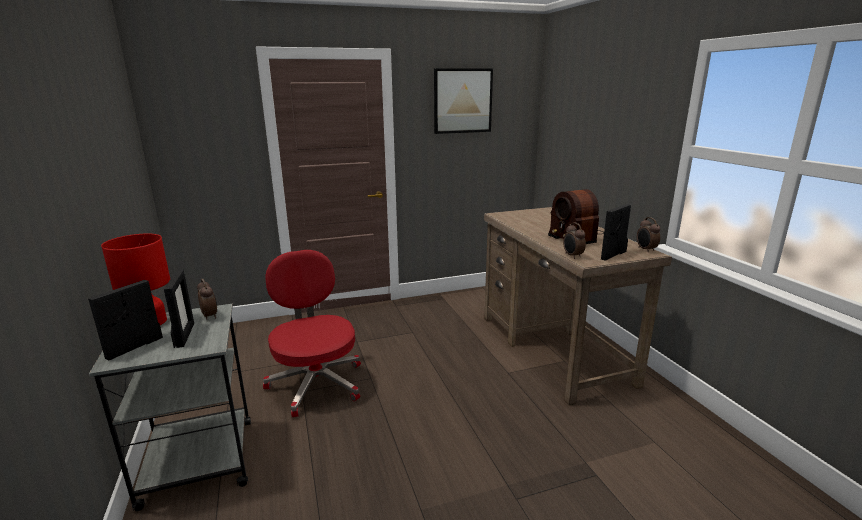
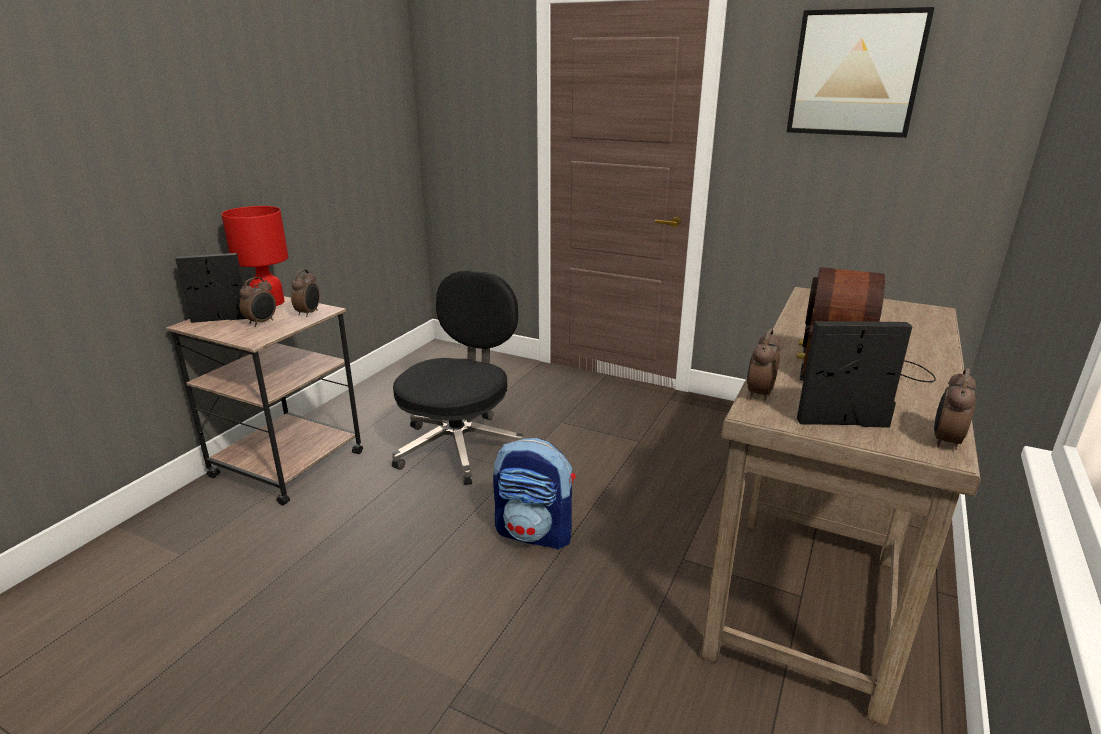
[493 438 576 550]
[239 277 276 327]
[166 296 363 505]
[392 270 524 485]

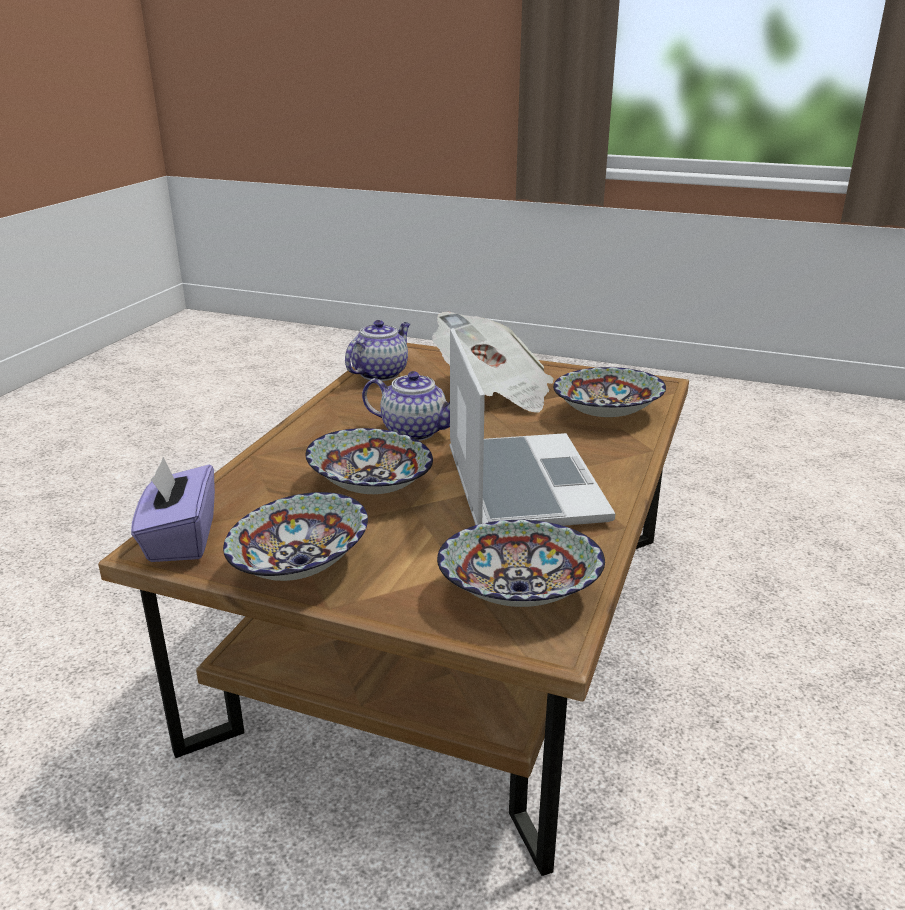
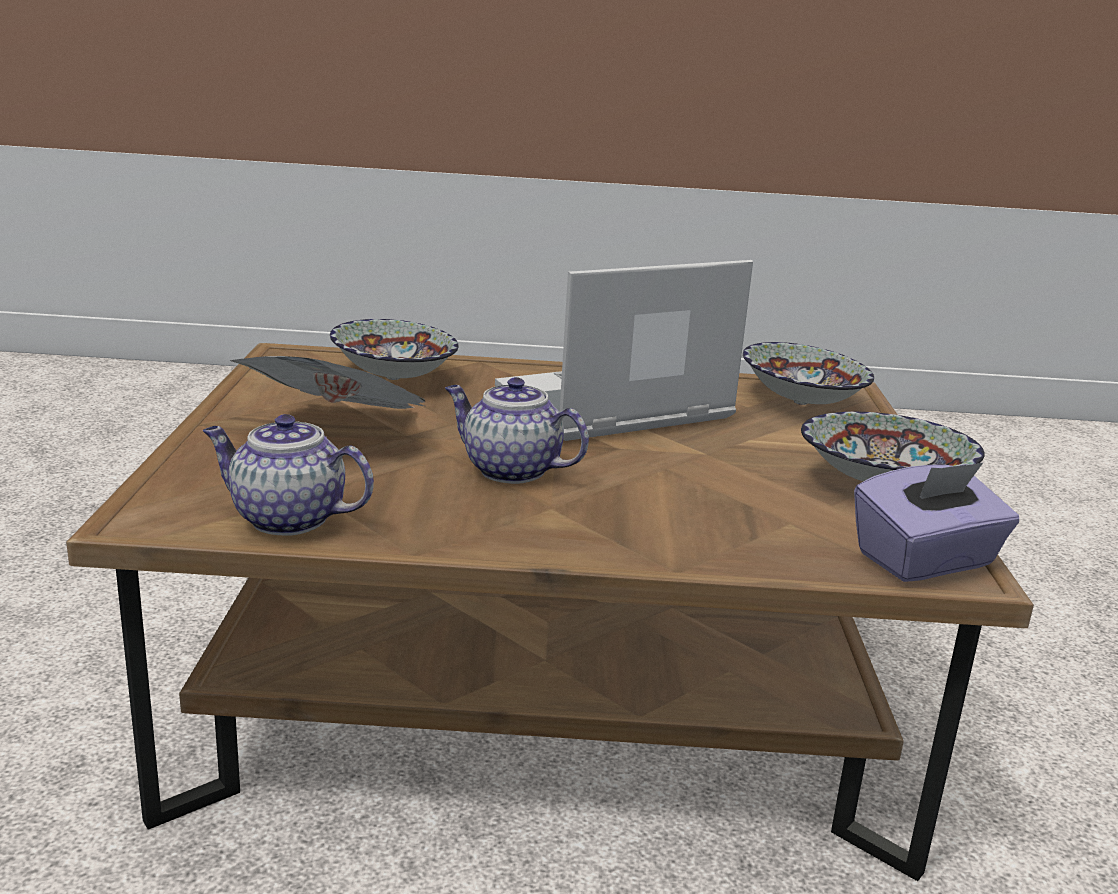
[306 428 433 494] (first image)
[445 377 589 484]

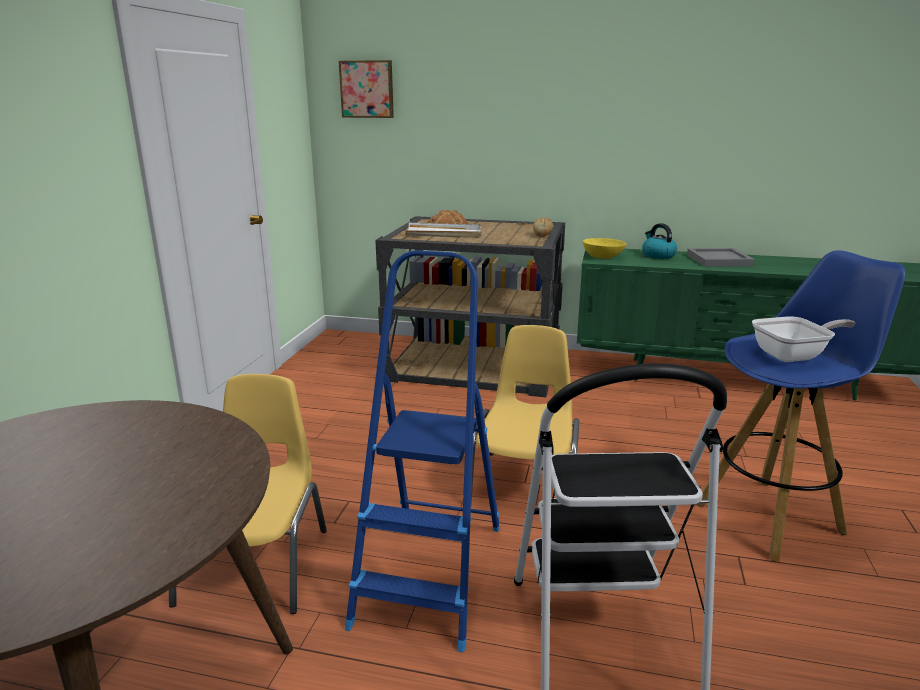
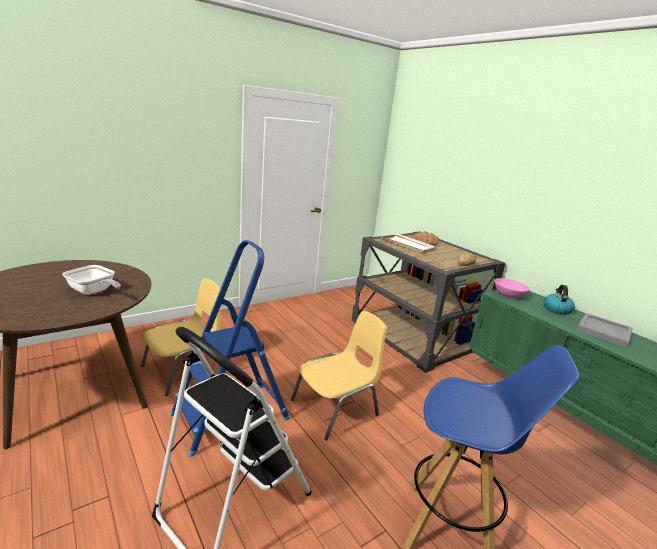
[339 60 394 118] (first image)
[62 265 121 295]
[495 278 530 298]

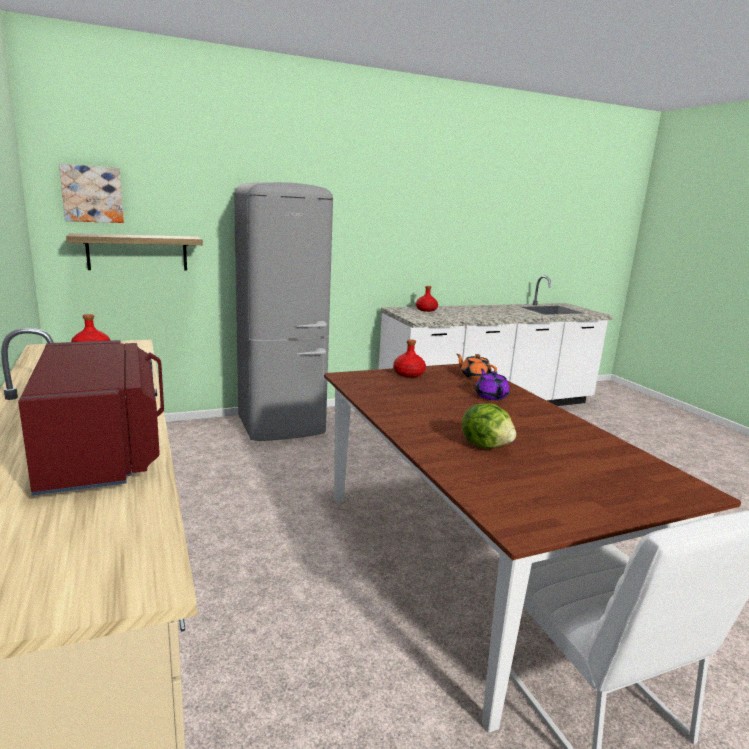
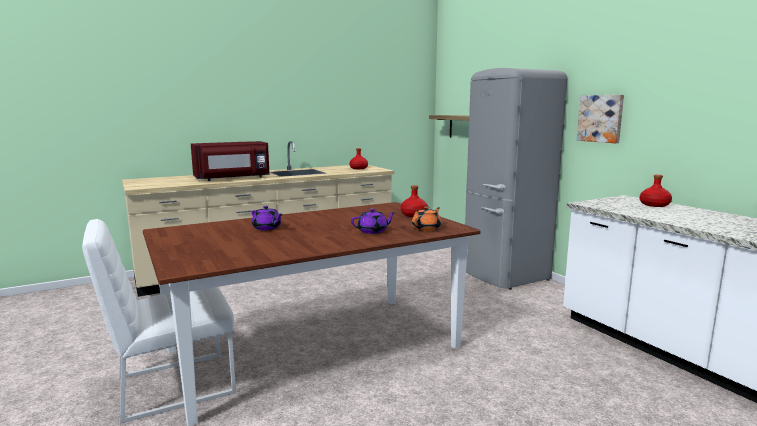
[577 95 624 143]
[252 206 282 230]

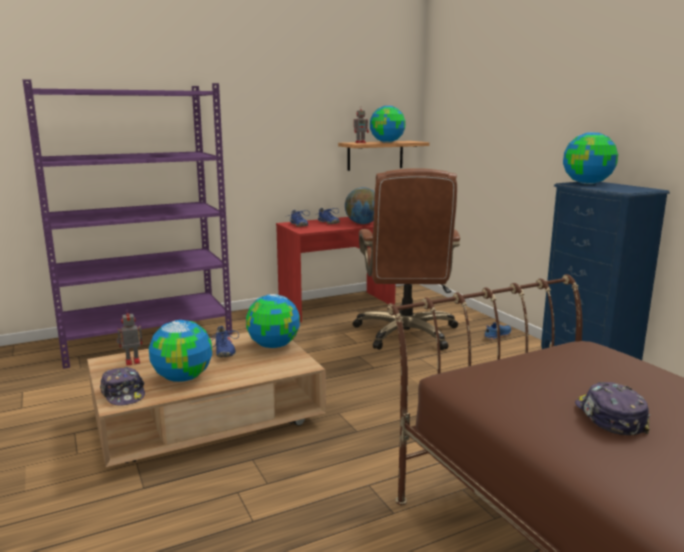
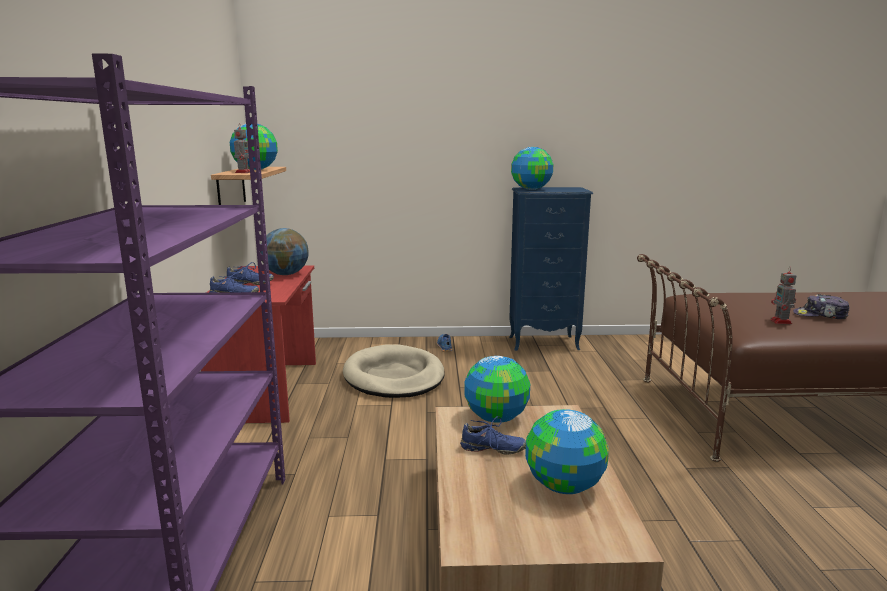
[100 367 145 406] (first image)
[770 267 796 324]
[343 344 444 398]

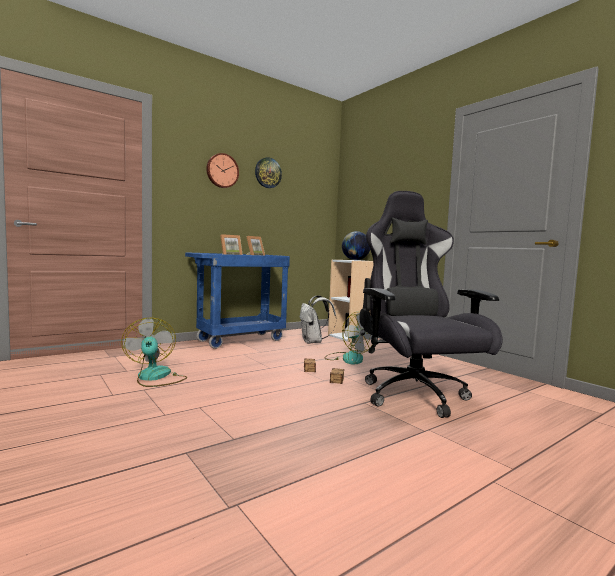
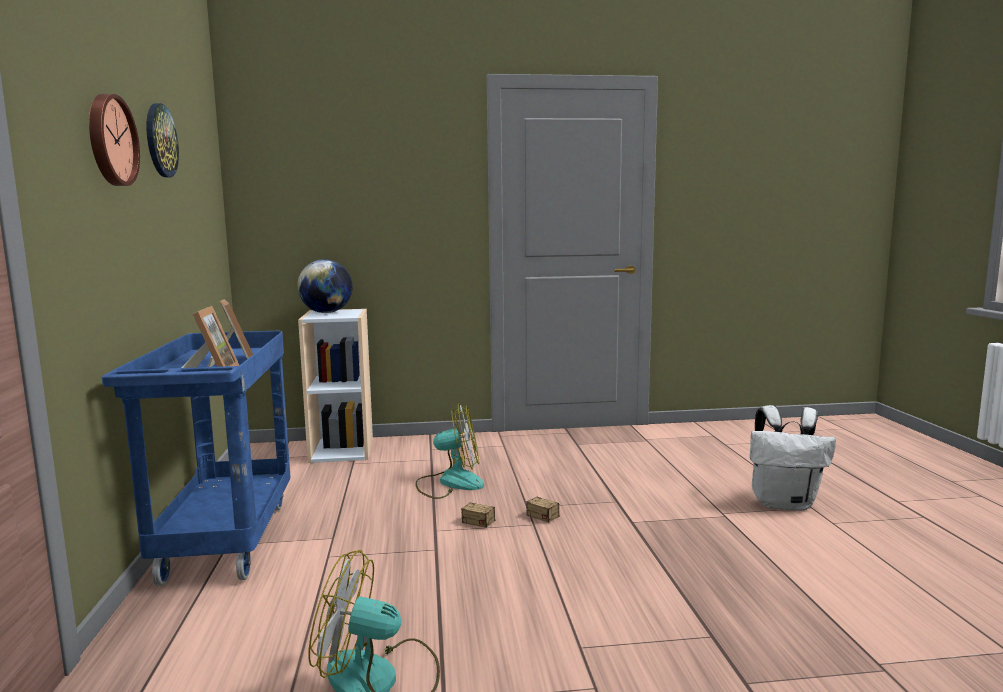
[359 191 503 418] (first image)
[750 405 836 511]

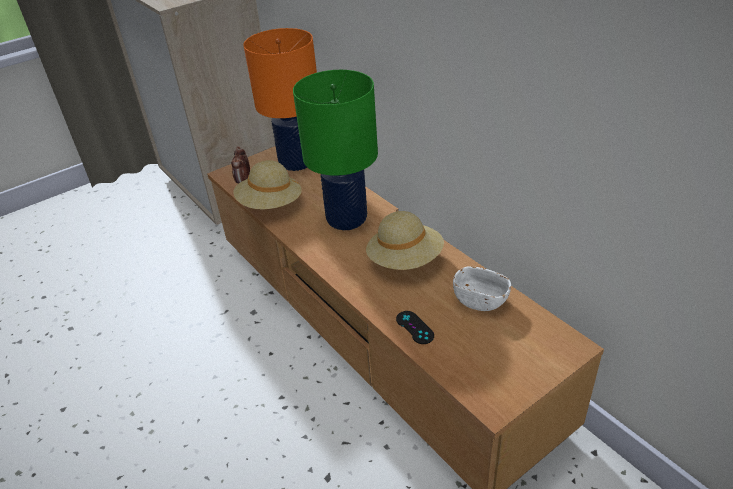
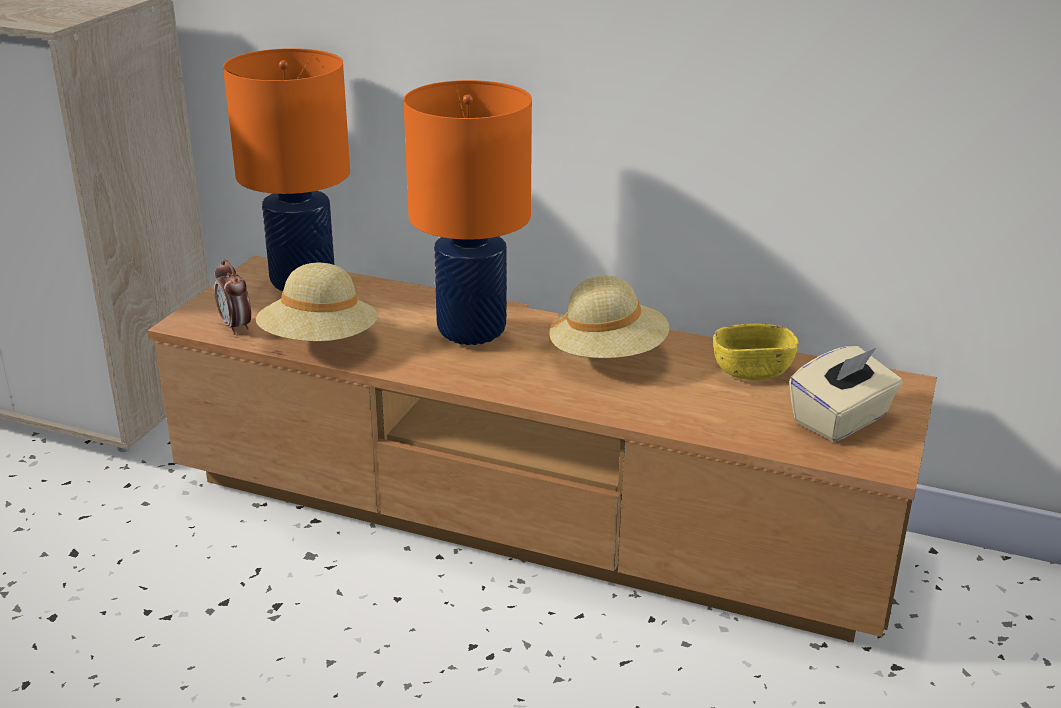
[396 311 434 344] (first image)
[789 346 903 442]
[403 80 532 345]
[713 324 799 380]

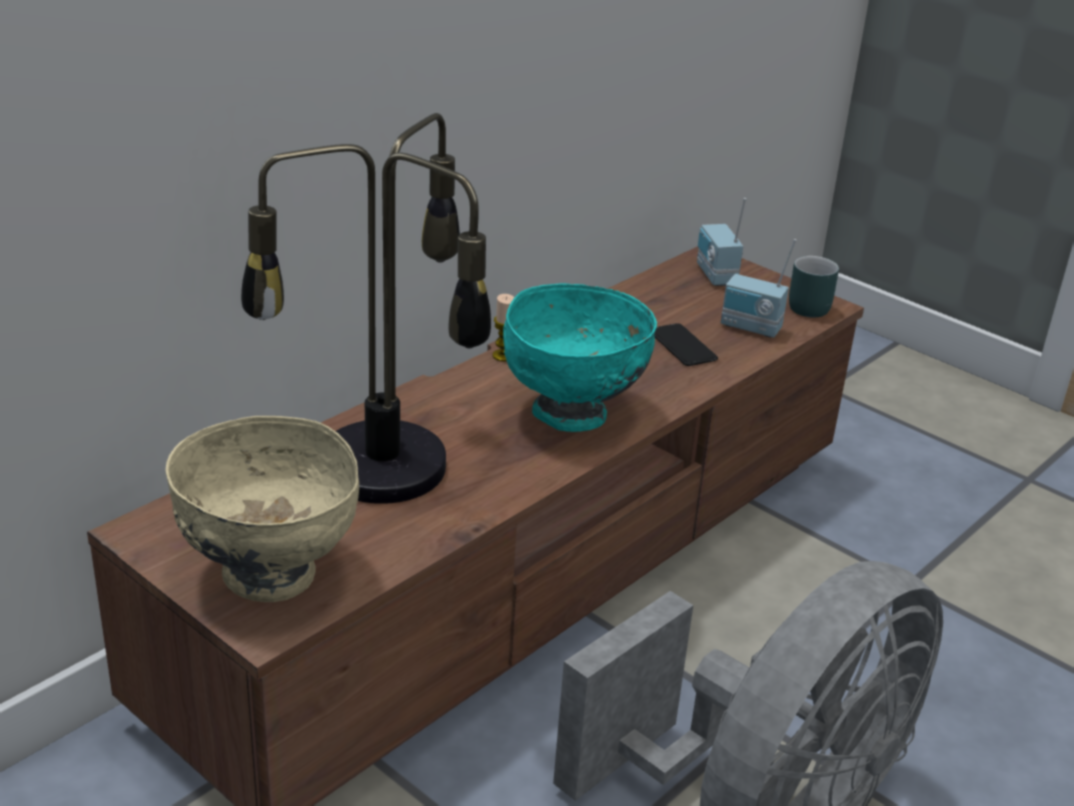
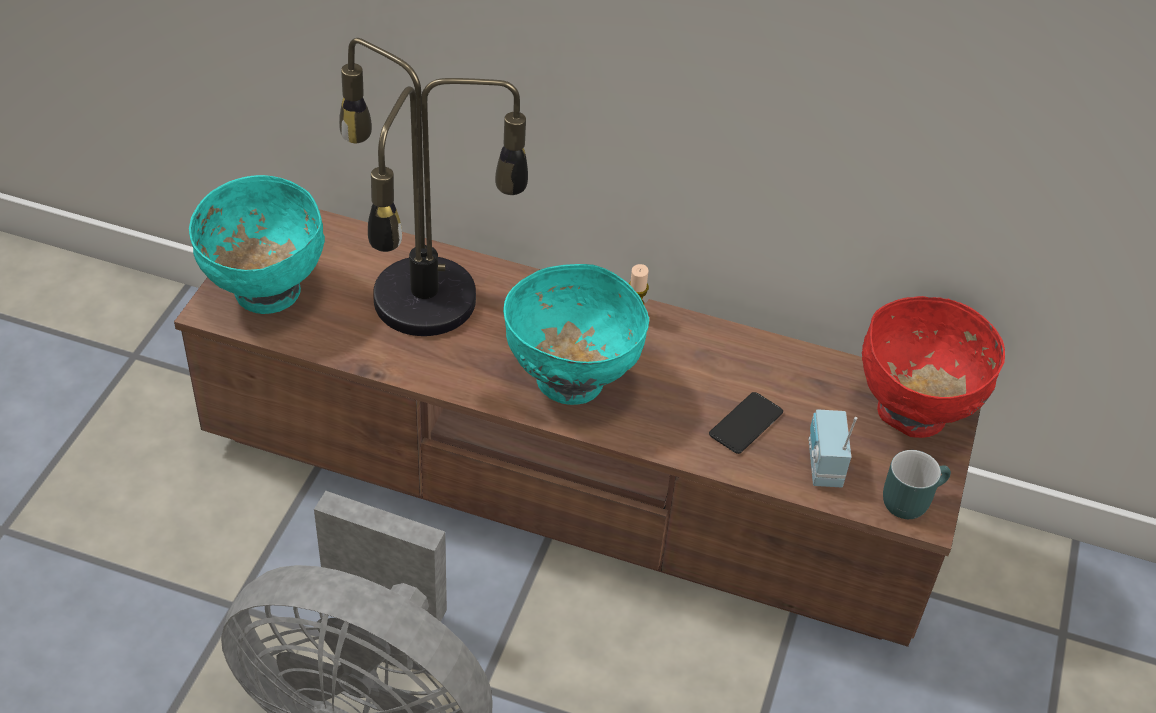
[862 296 1005 438]
[189 175 325 314]

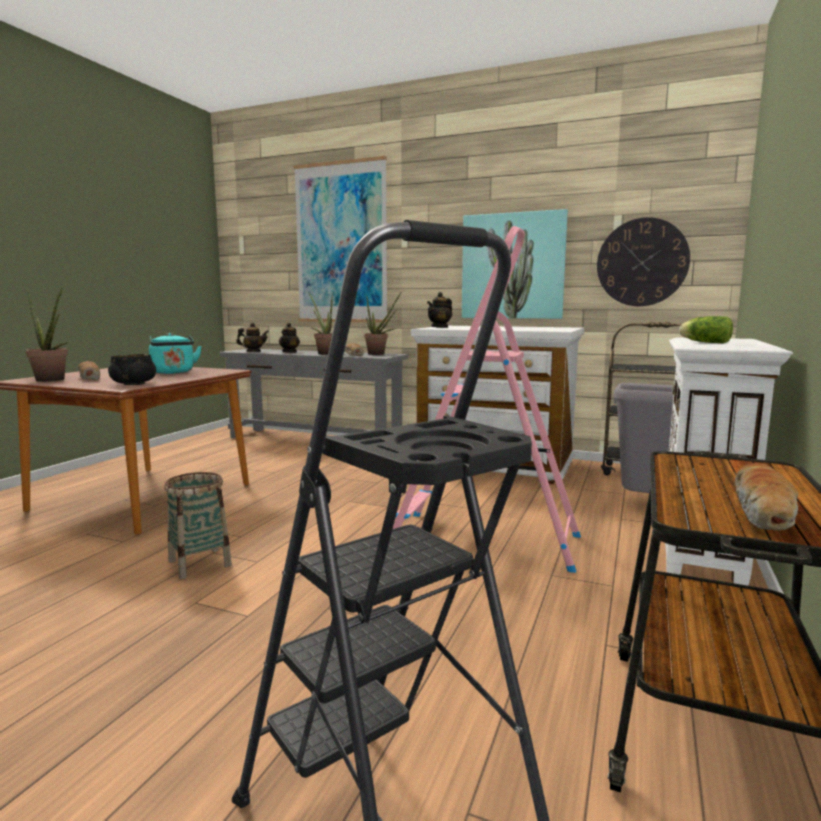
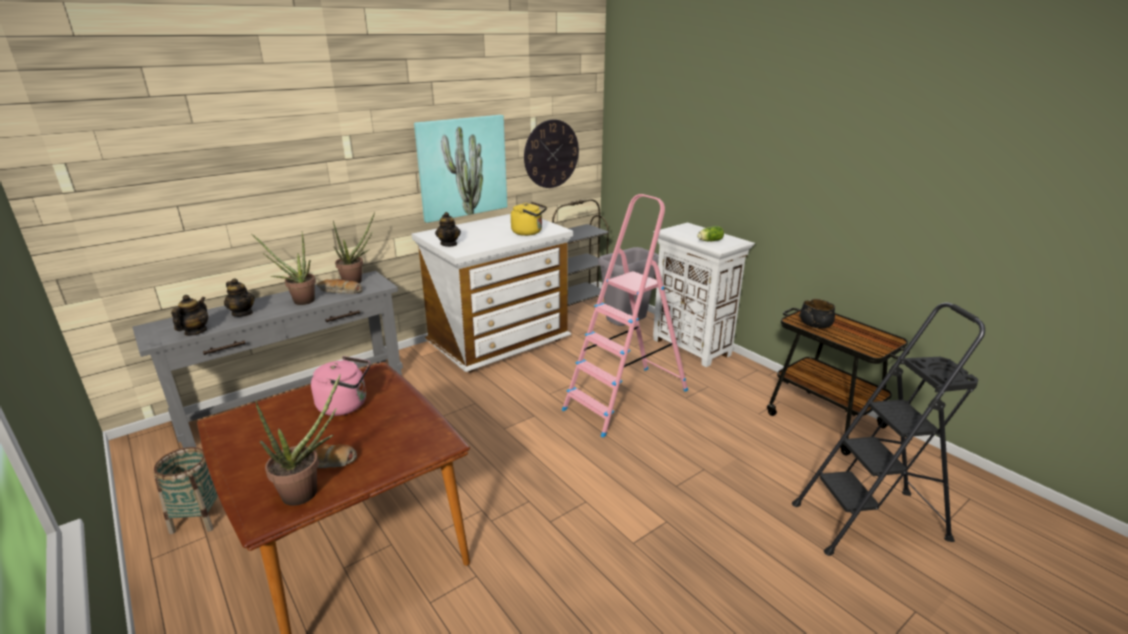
[293 156 388 323] (first image)
[735 463 798 531] (first image)
[511 201 547 236]
[799 299 835 328]
[154 447 218 534]
[311 356 370 416]

